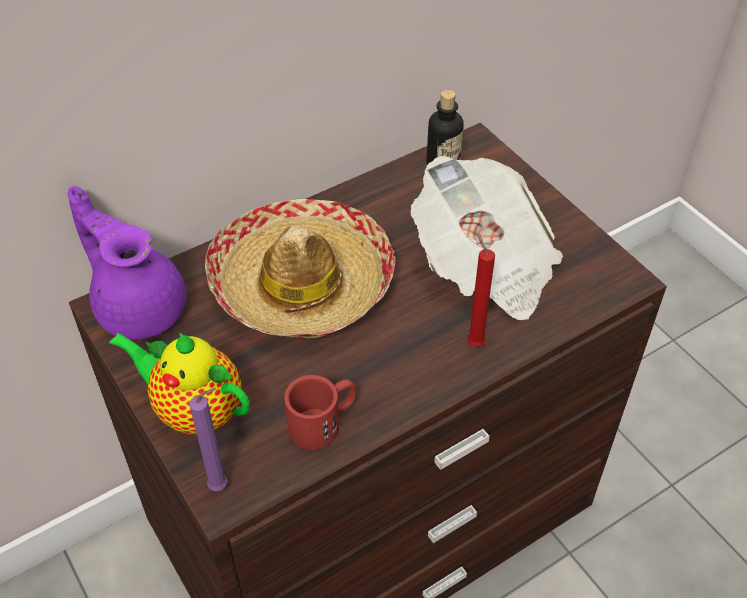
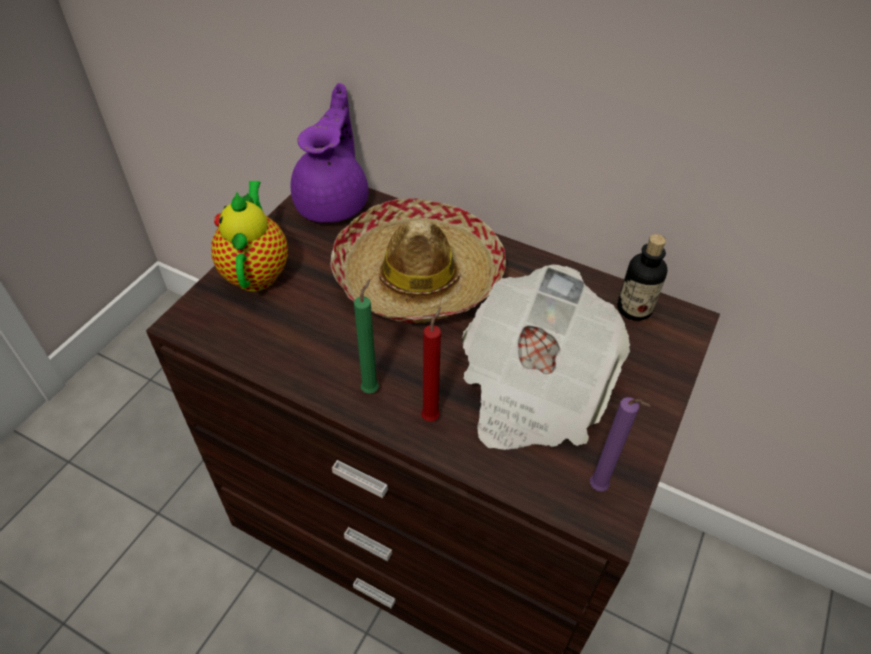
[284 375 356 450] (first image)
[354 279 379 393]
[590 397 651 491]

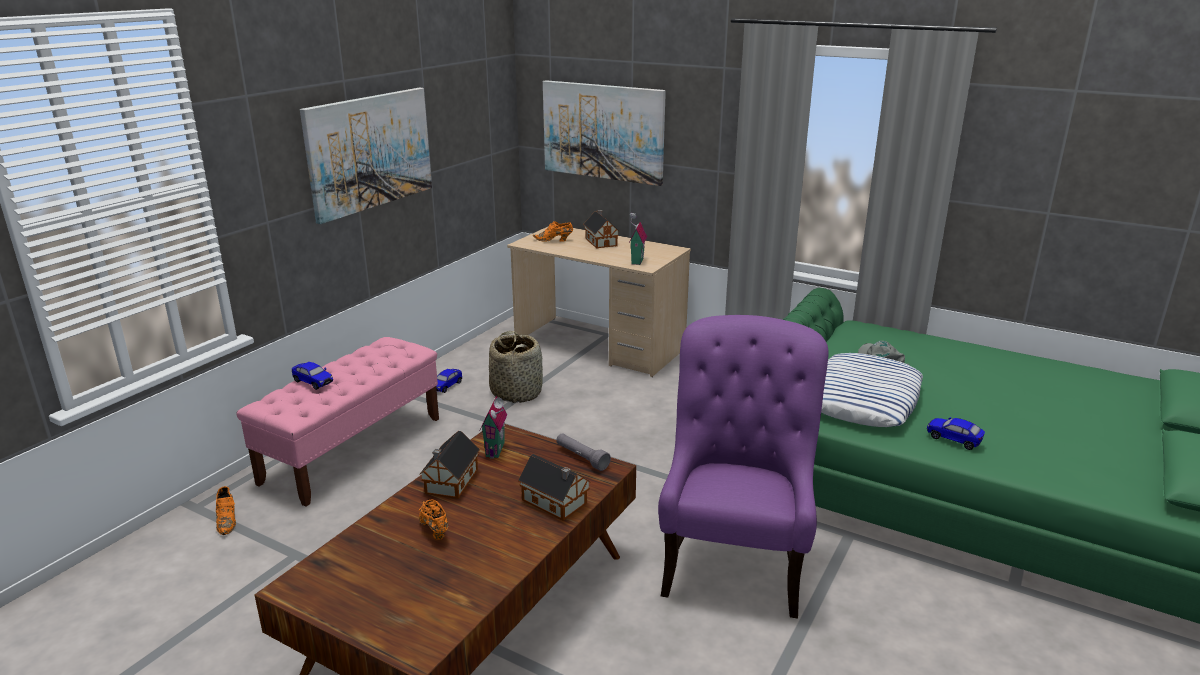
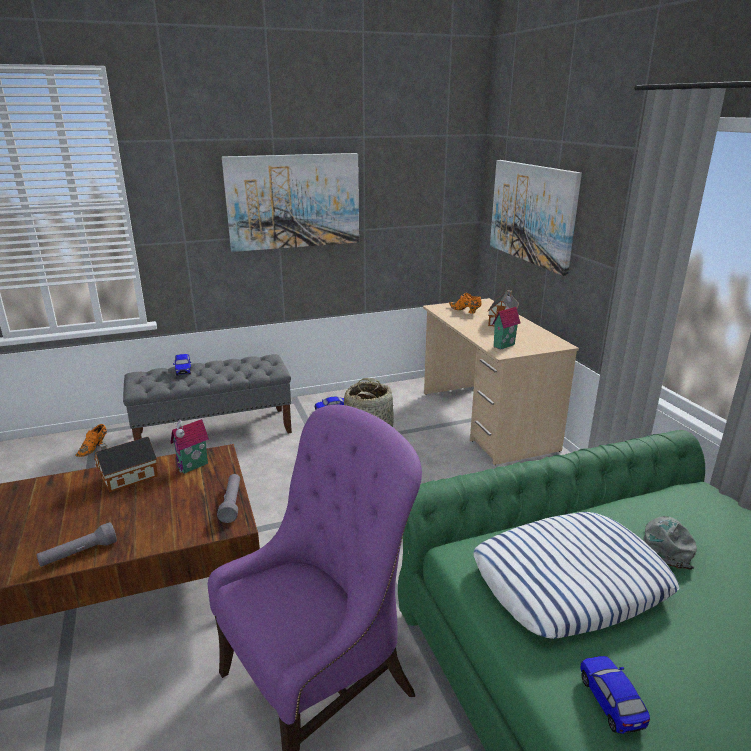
[419 499 448 540] (first image)
[518 454 591 521] (first image)
[36 522 117 567]
[123 354 292 440]

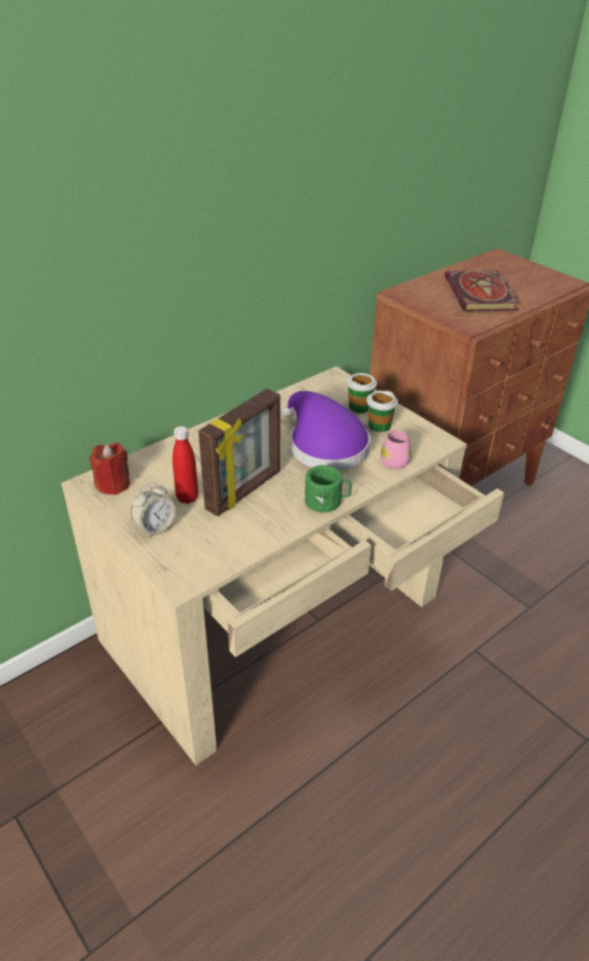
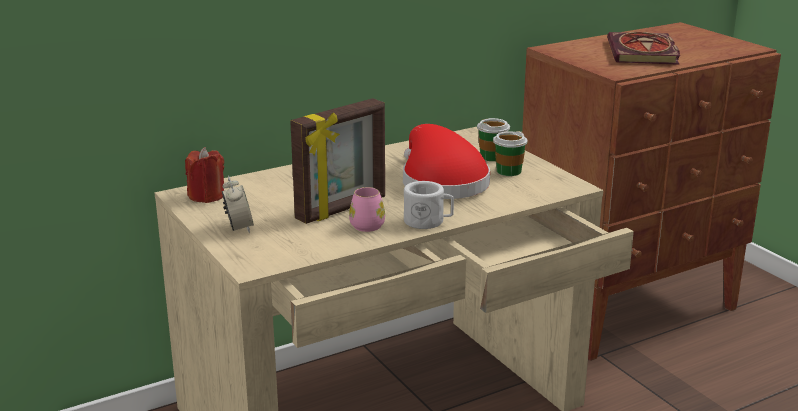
[172 426 198 504] (first image)
[349 187 385 232]
[403 124 490 199]
[404 181 454 229]
[222 175 254 233]

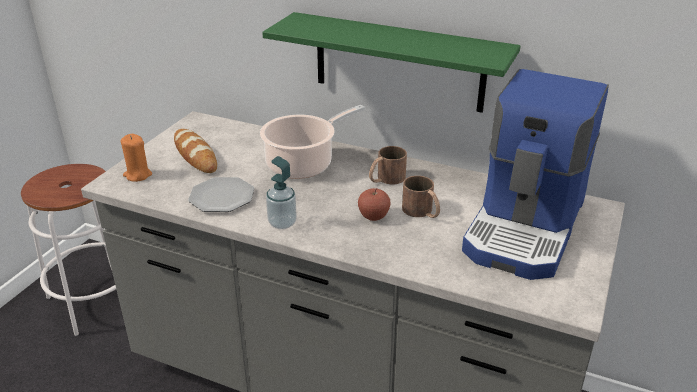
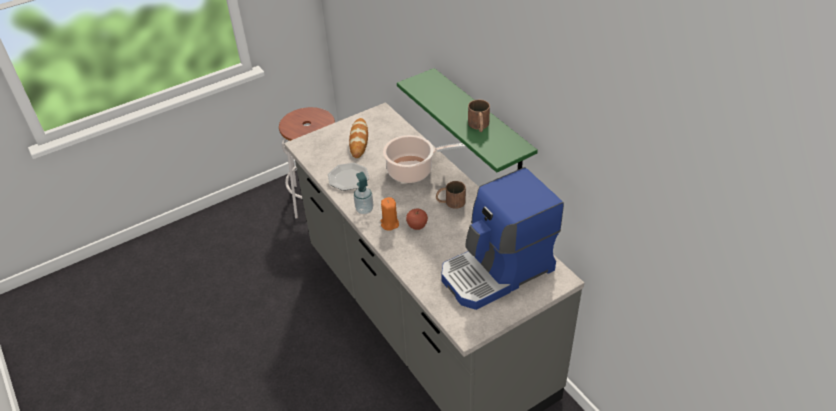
[380 197 399 231]
[468 99 490 132]

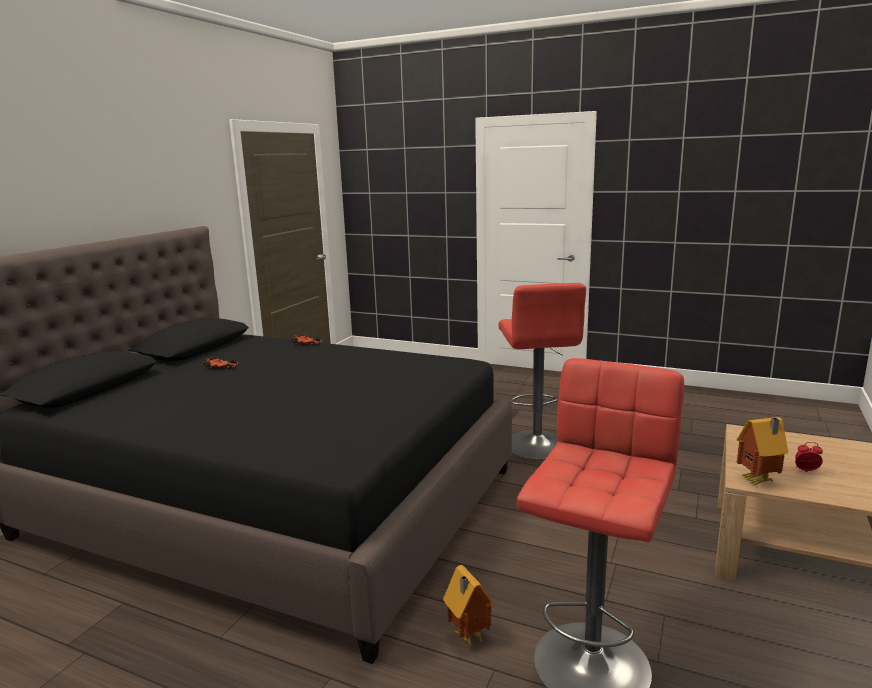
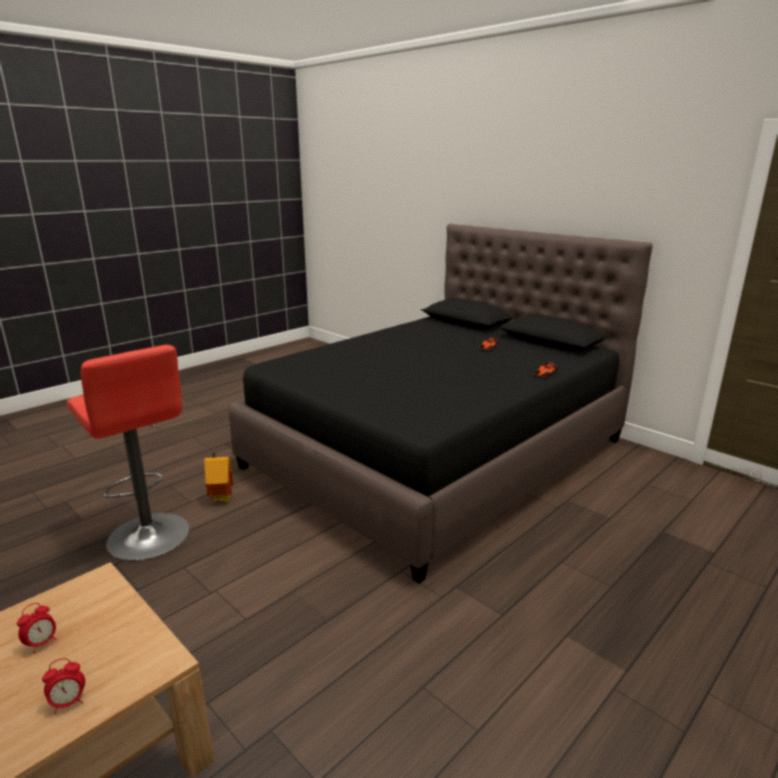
[498 283 586 459] (first image)
[736 417 789 485] (first image)
[42 658 85 714]

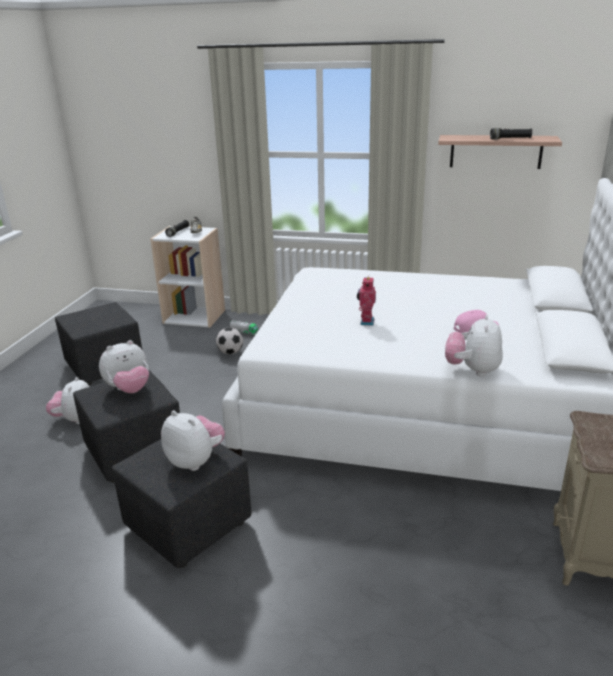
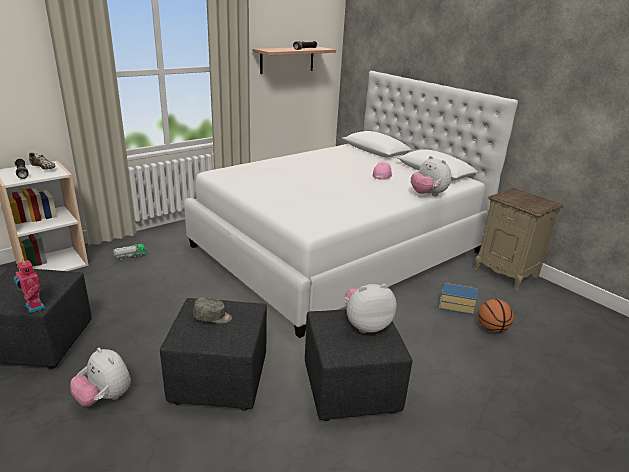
[216 327 243 354] (first image)
[439 282 478 315]
[478 299 514 333]
[14 259 45 313]
[193 297 232 324]

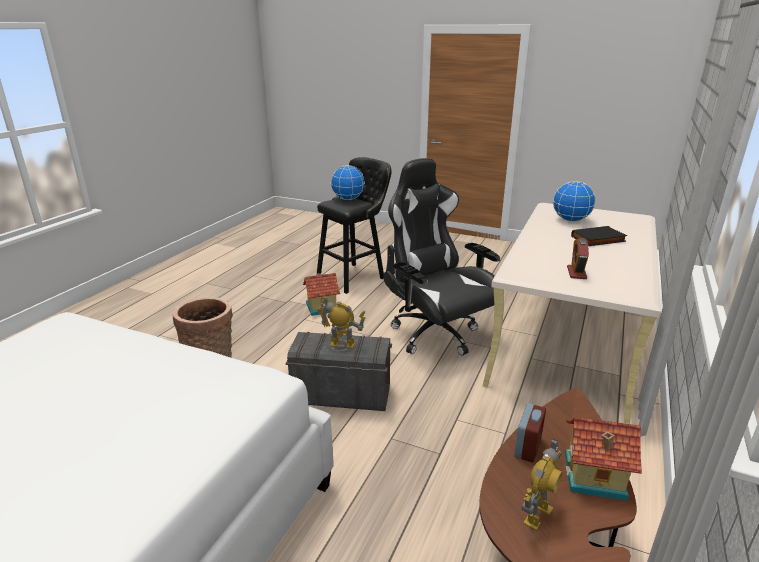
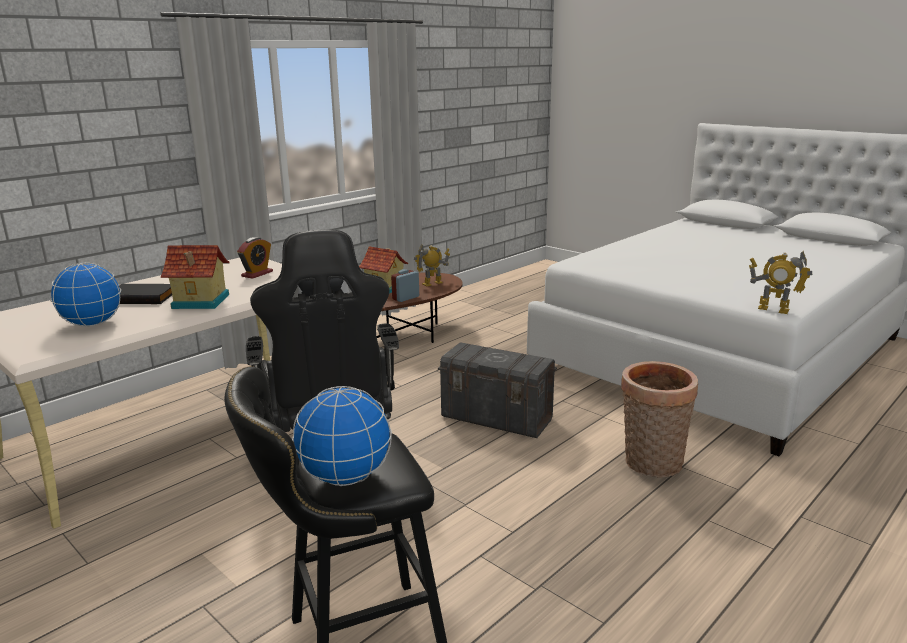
[161 245 229 309]
[749 251 813 314]

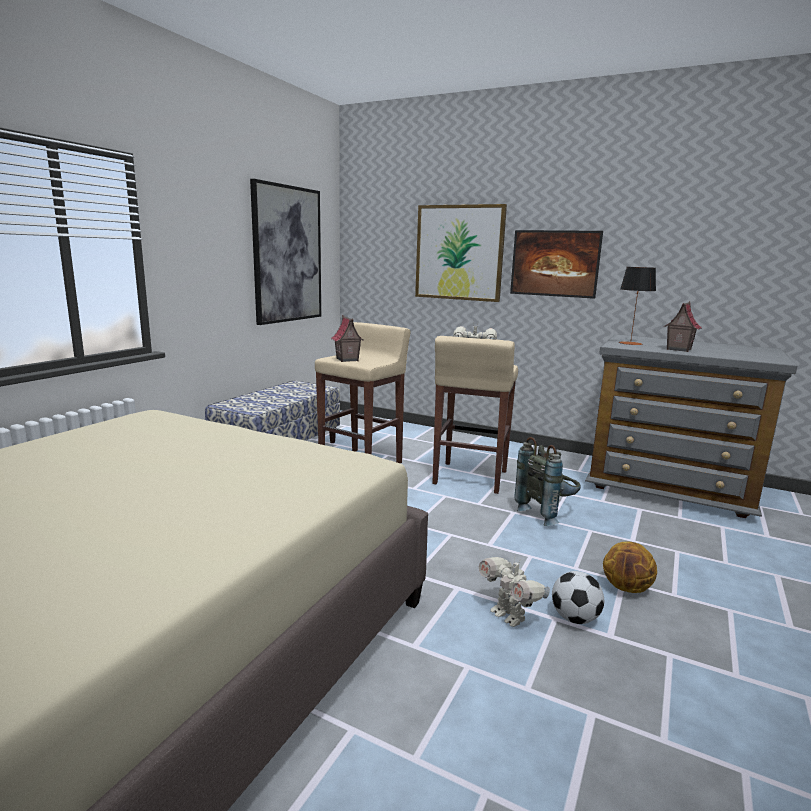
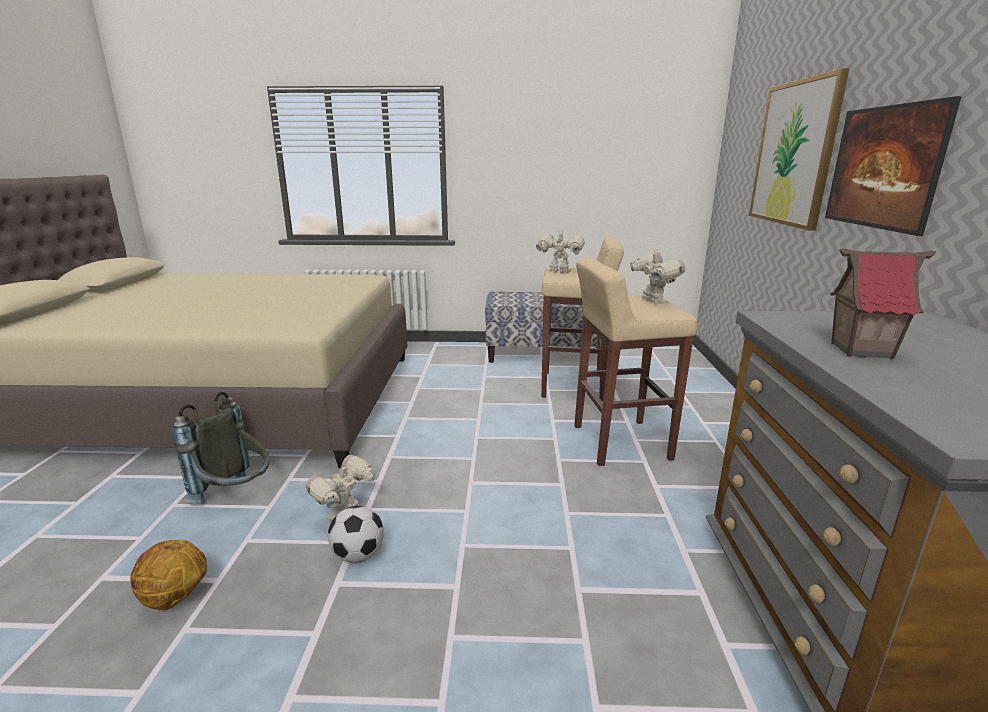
[250 179 321 325] (first image)
[619 267 656 345] (first image)
[172 392 270 504]
[130 540 207 610]
[536 229 584 273]

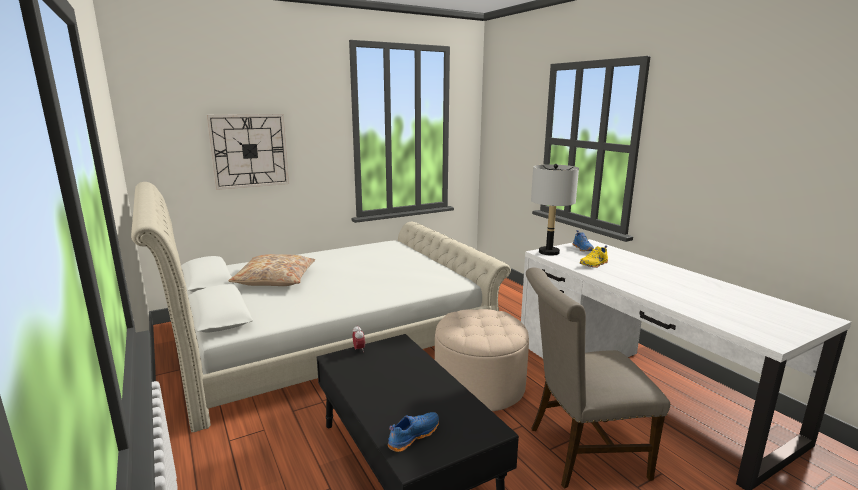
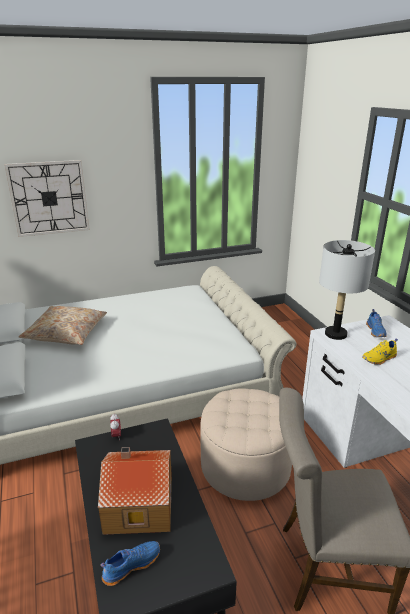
[98 447 172 535]

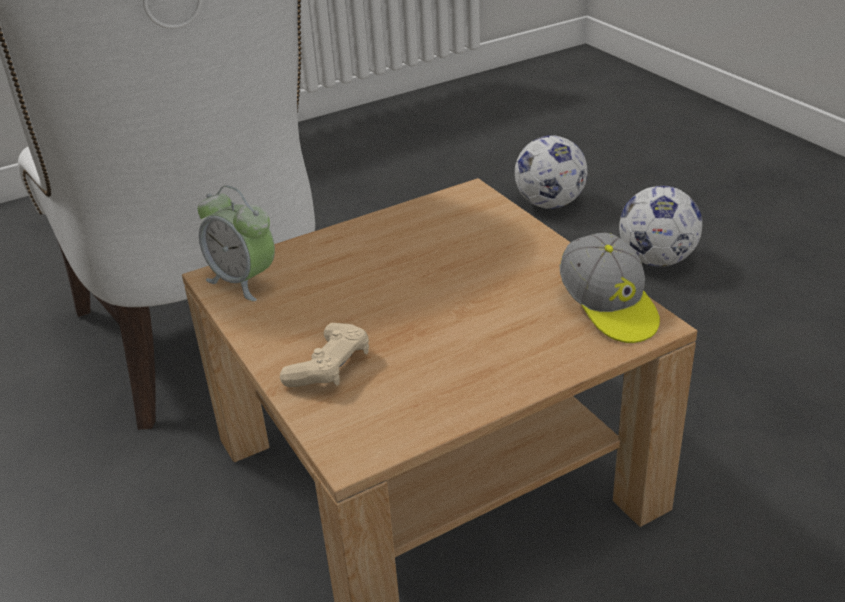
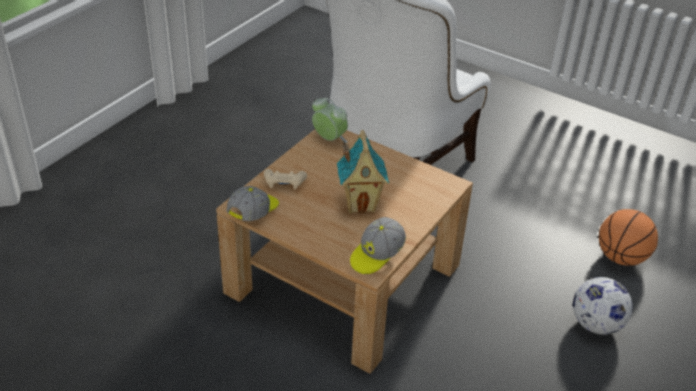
[226 186 279 221]
[337 130 389 214]
[599 209 658 266]
[312 98 348 143]

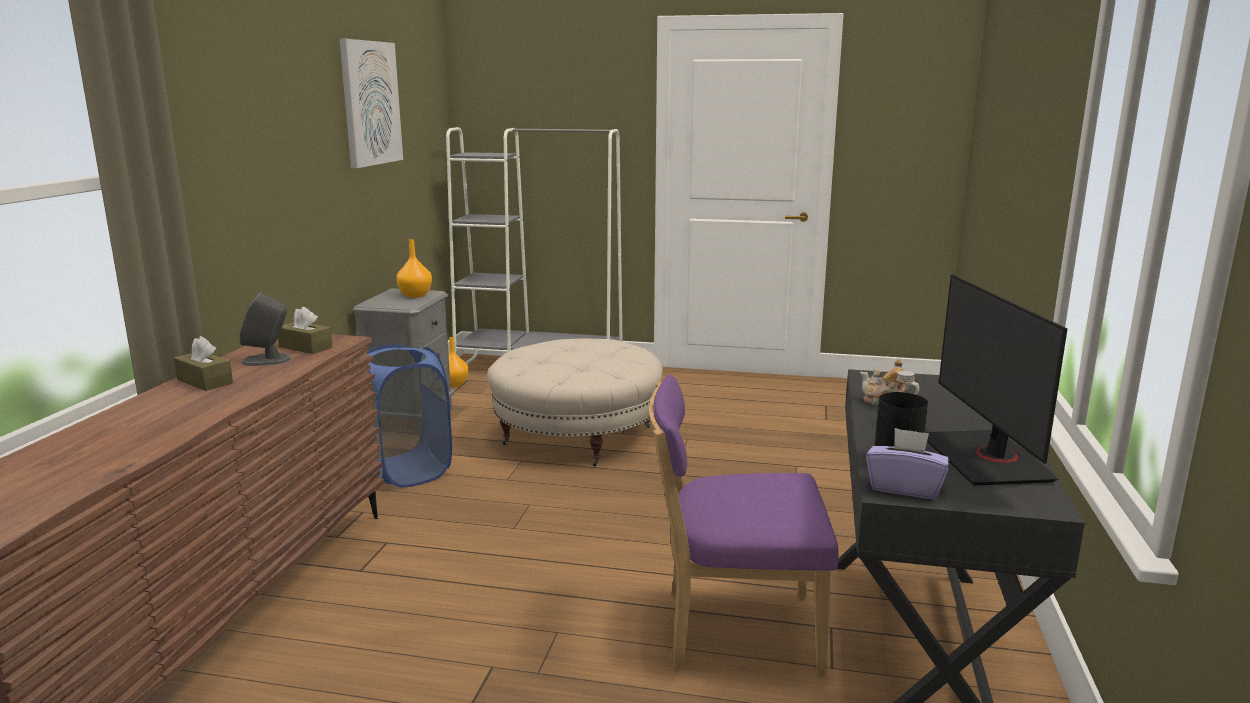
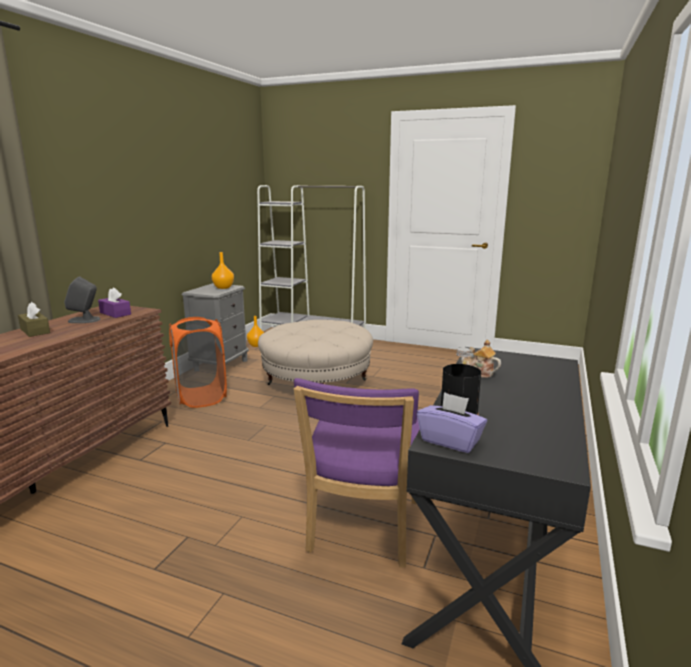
[339 39 403 168] (first image)
[925 274 1067 486] (first image)
[98 287 131 318]
[169 317 227 408]
[294 378 420 568]

